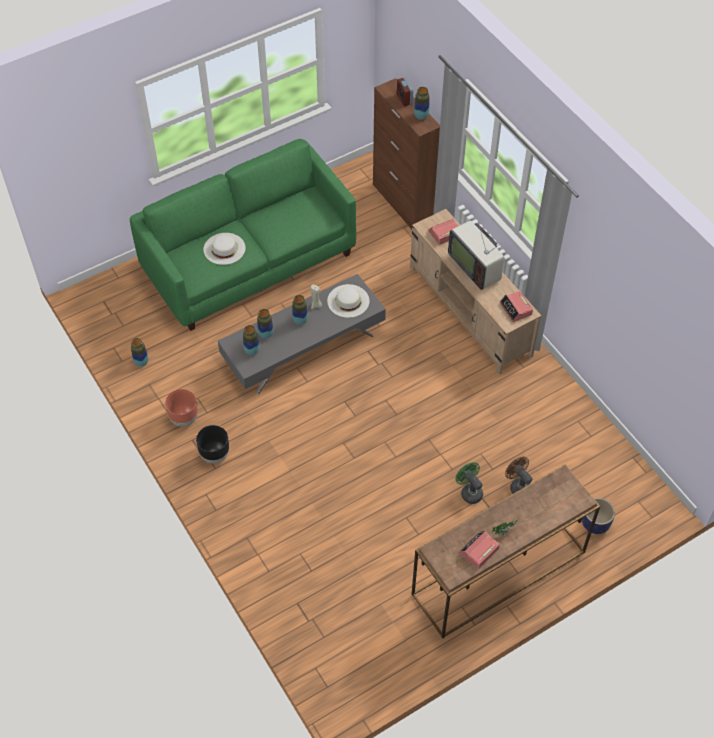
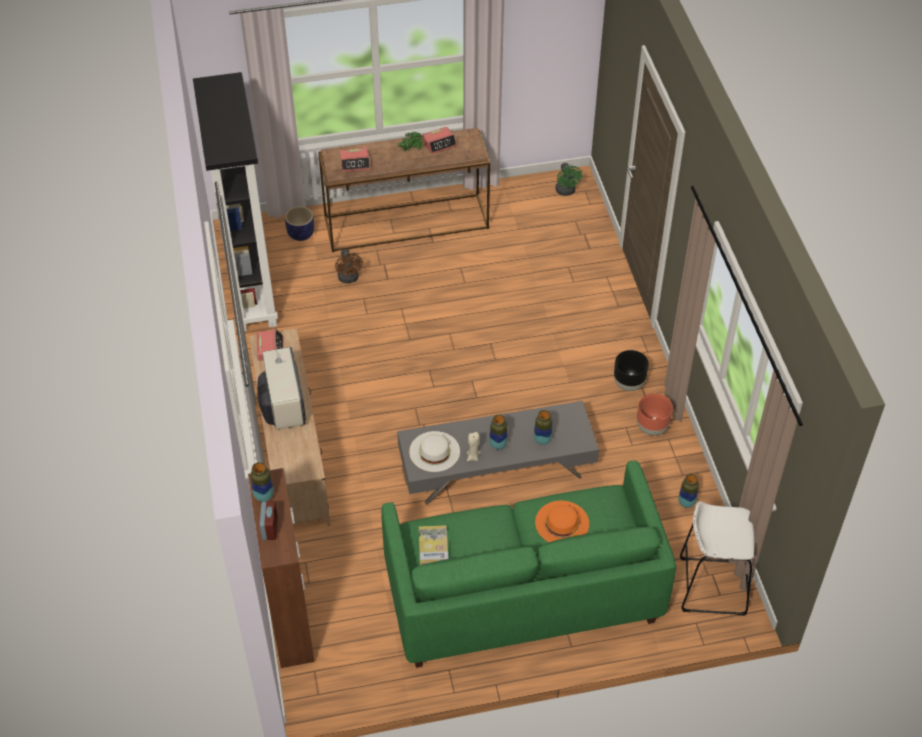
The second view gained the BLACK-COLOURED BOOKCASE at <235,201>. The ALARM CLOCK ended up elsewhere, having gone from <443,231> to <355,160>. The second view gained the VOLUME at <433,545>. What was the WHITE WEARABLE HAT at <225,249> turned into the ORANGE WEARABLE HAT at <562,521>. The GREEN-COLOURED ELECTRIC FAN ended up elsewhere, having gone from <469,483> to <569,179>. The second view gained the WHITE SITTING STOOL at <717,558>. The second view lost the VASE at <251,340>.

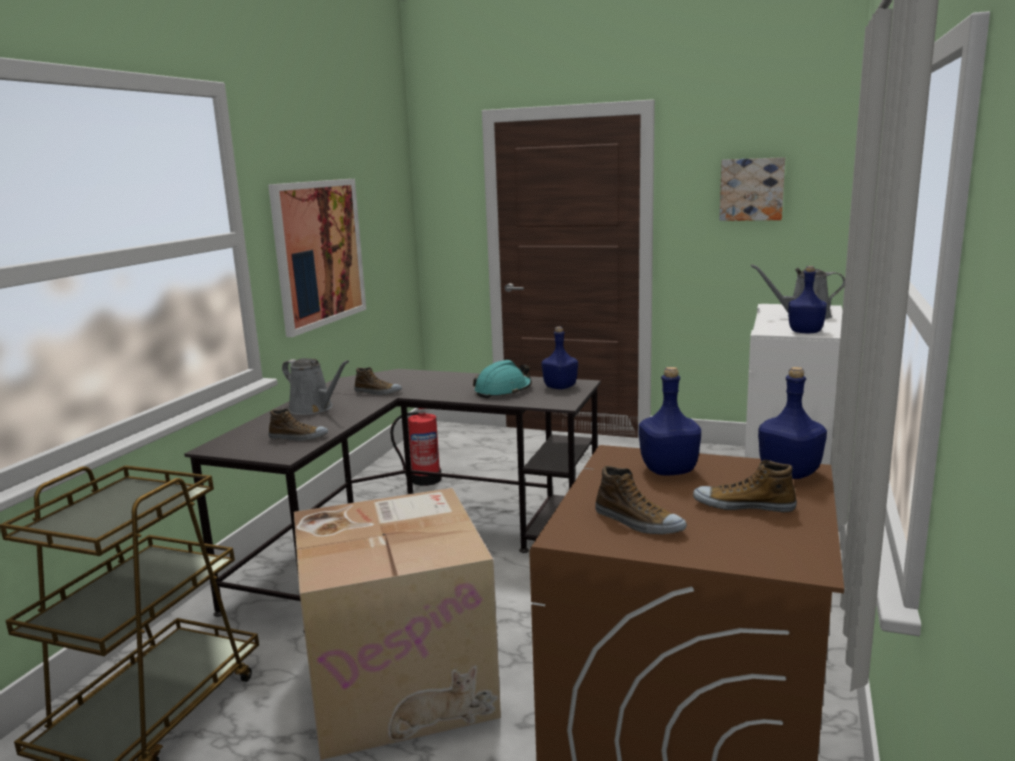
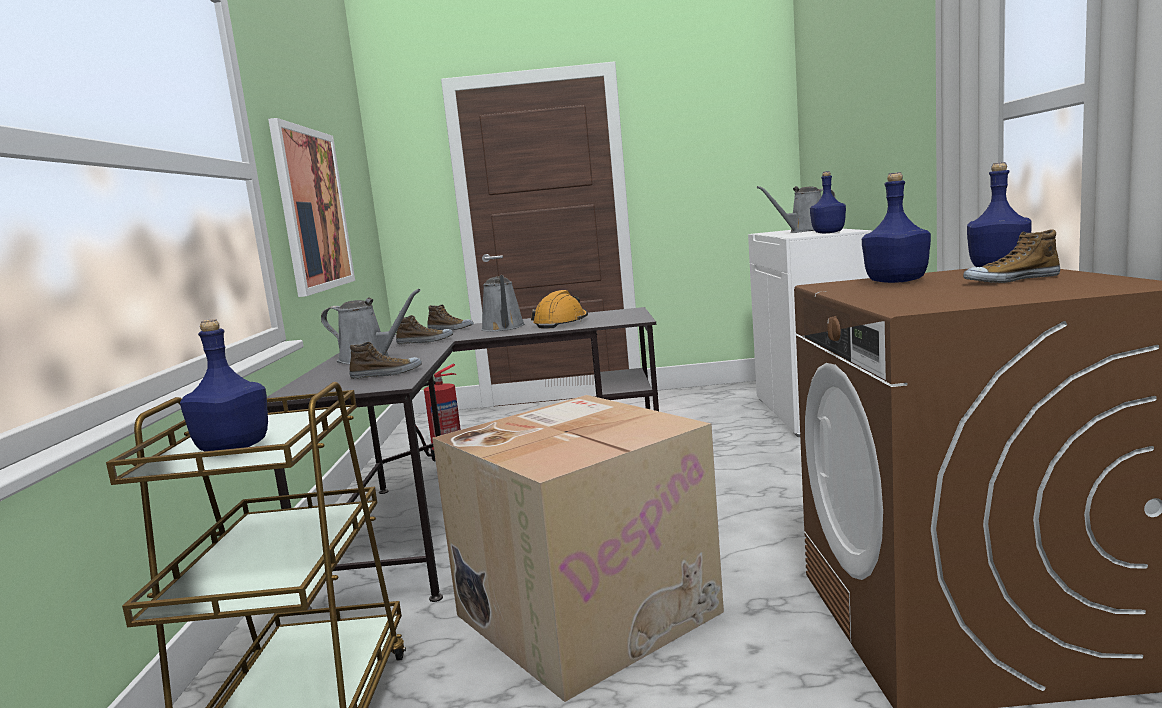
The BLUE-COLOURED DRINK BOTTLE ended up elsewhere, having gone from <559,357> to <224,385>. The SHOE ended up elsewhere, having gone from <641,500> to <450,317>. The second view gained the GREYISH WATERING CAN at <503,303>. What was the BLUE-GREEN HARD HAT at <502,379> turned into the ORANGE HARD HAT at <559,309>. The second view lost the PICTURE at <752,189>.

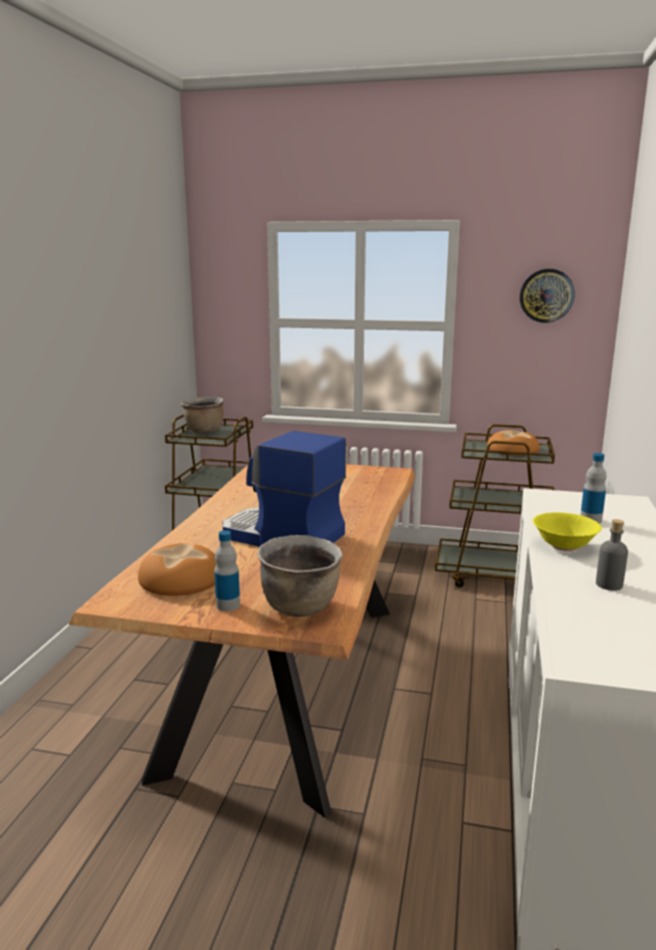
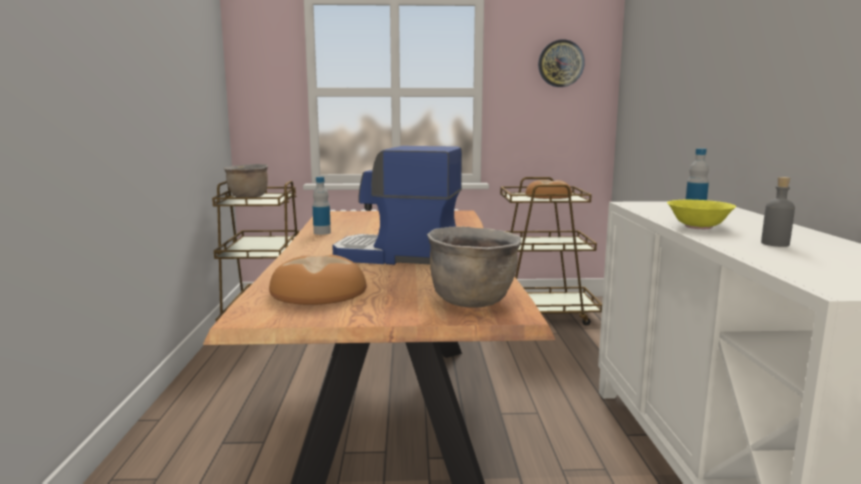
The DRINK BOTTLE ended up elsewhere, having gone from <227,570> to <322,206>.

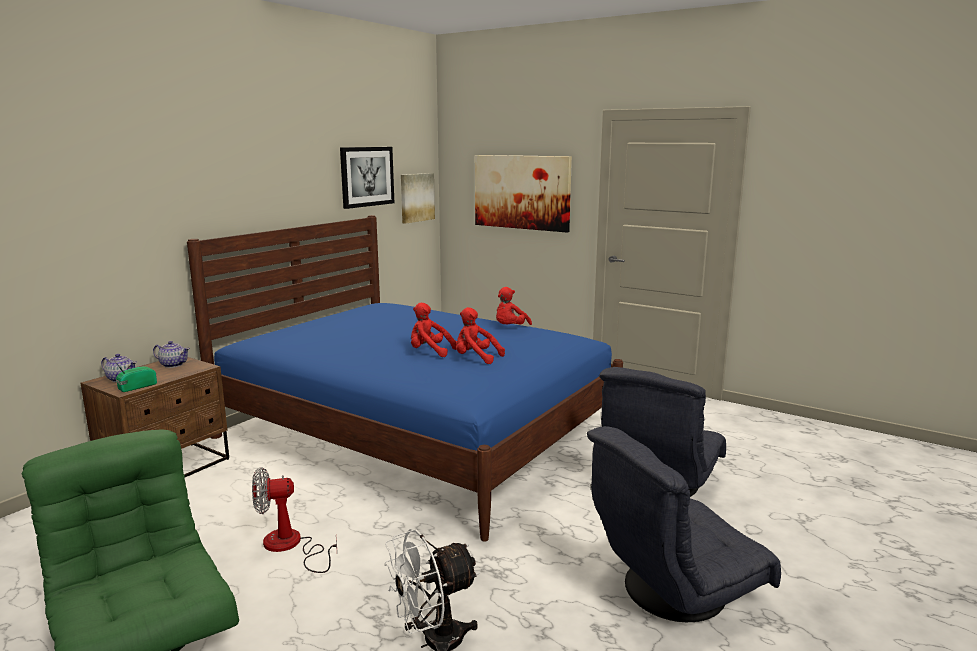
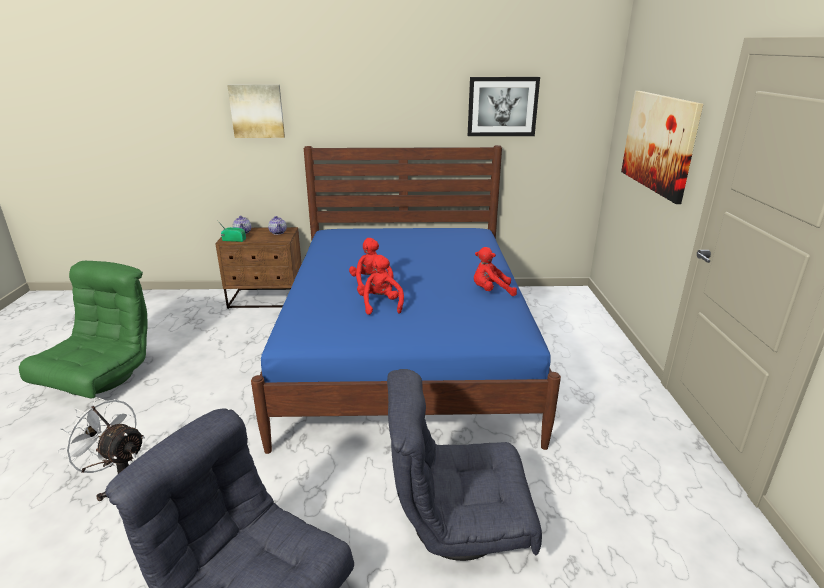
The PICTURE ended up elsewhere, having gone from <418,198> to <256,111>. The second view lost the ELECTRIC FAN at <294,520>.

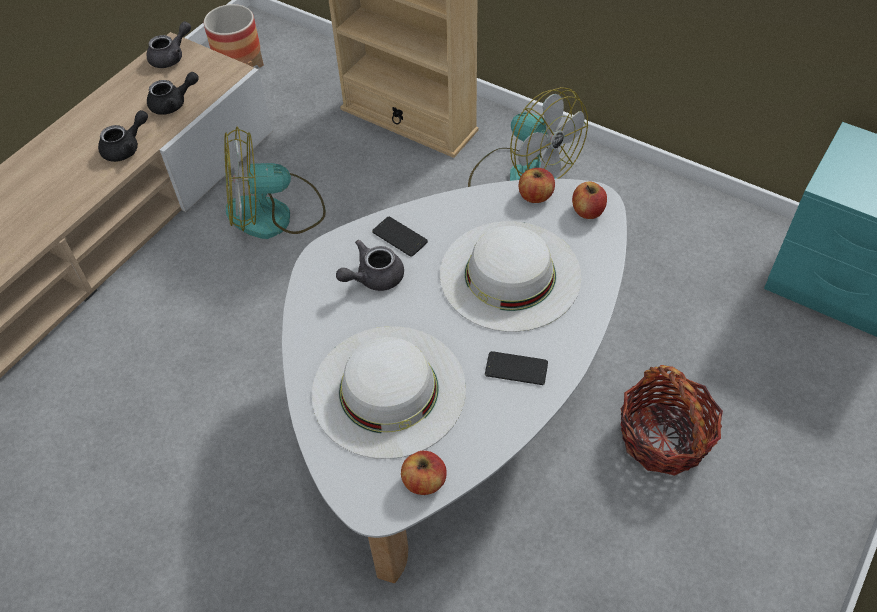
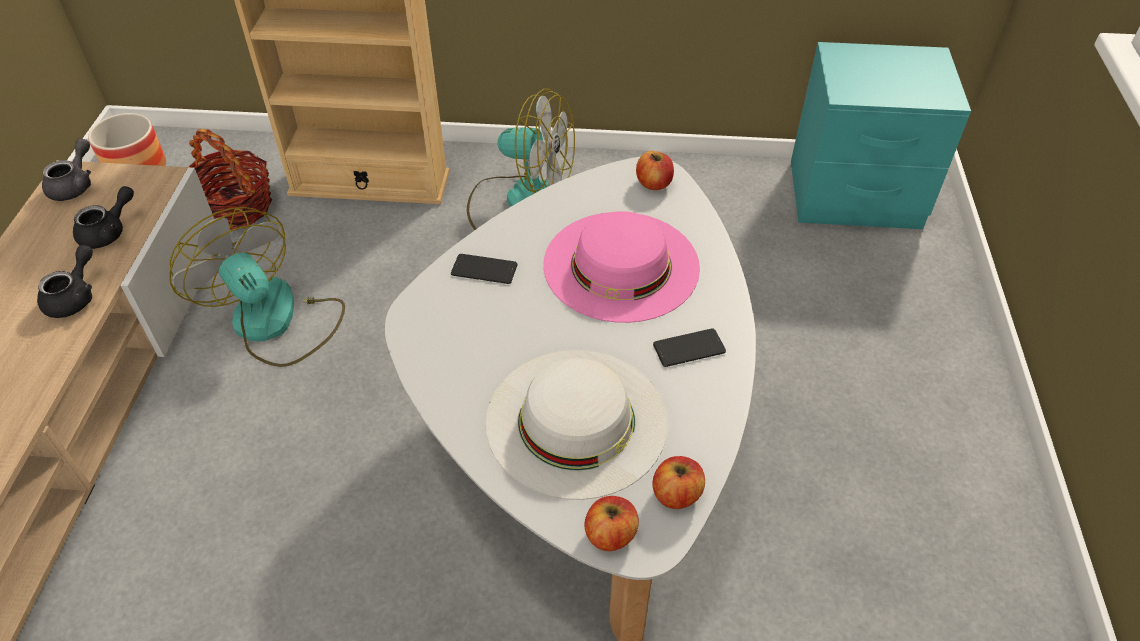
The ELECTRIC FAN at <275,182> ended up facing another way, 90 degrees clockwise from before. The STORAGE BASKET ended up elsewhere, having gone from <671,420> to <230,179>. What was the WHITE WEARABLE HAT at <510,276> turned into the PINKISH WEARABLE HAT at <621,267>. The WHOLE APPLE ended up elsewhere, having gone from <537,185> to <612,523>. The second view lost the GREYISH TEAPOT at <370,265>.

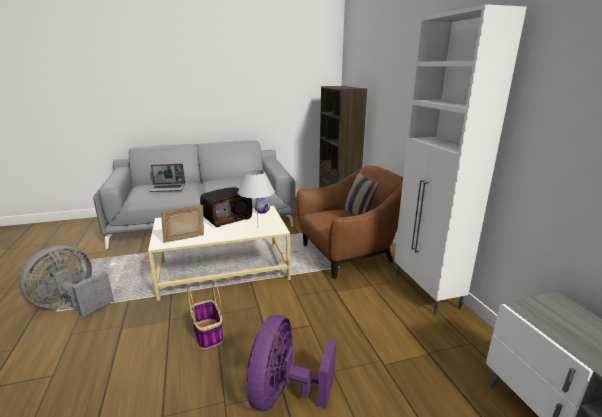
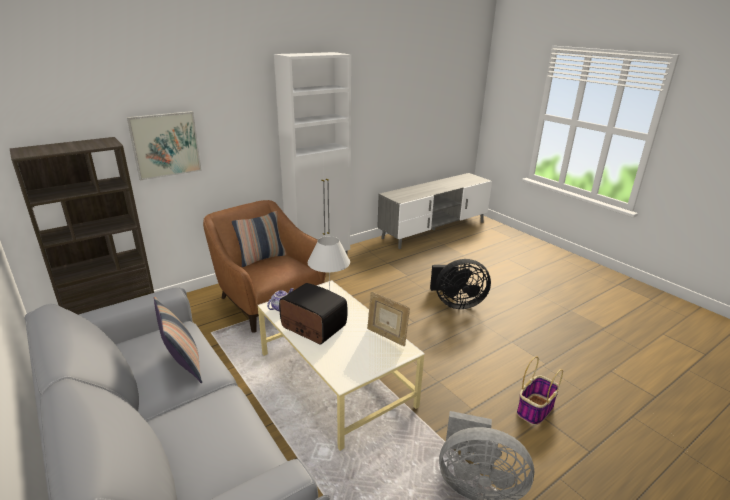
The second view gained the PICTURE at <164,146>. The second view gained the PILLOW at <178,340>. What was the PURPLE ELECTRIC FAN at <291,363> turned into the BLACK-COLOURED ELECTRIC FAN at <460,284>. The STORAGE BASKET ended up elsewhere, having gone from <205,315> to <540,390>. The second view lost the NOTEBOOK COMPUTER at <166,178>.

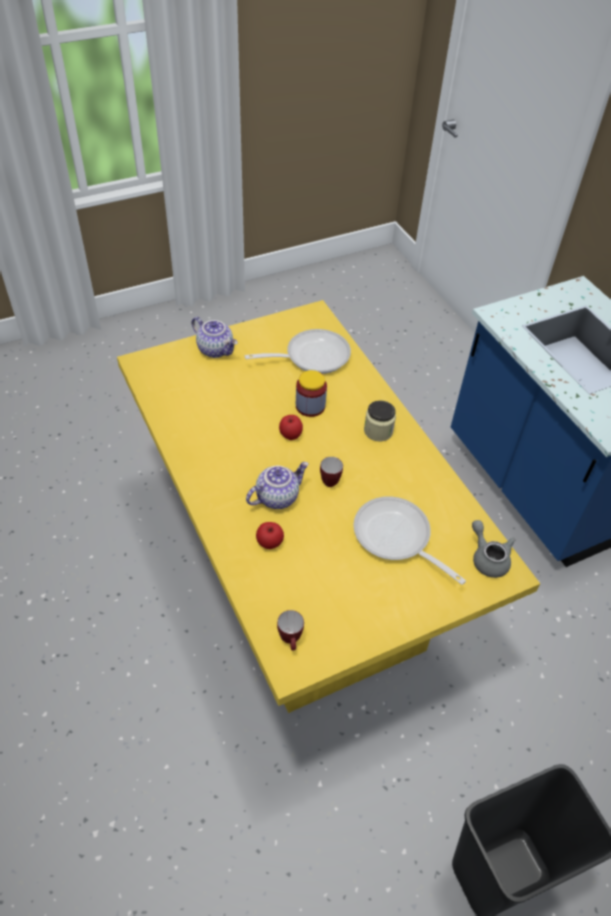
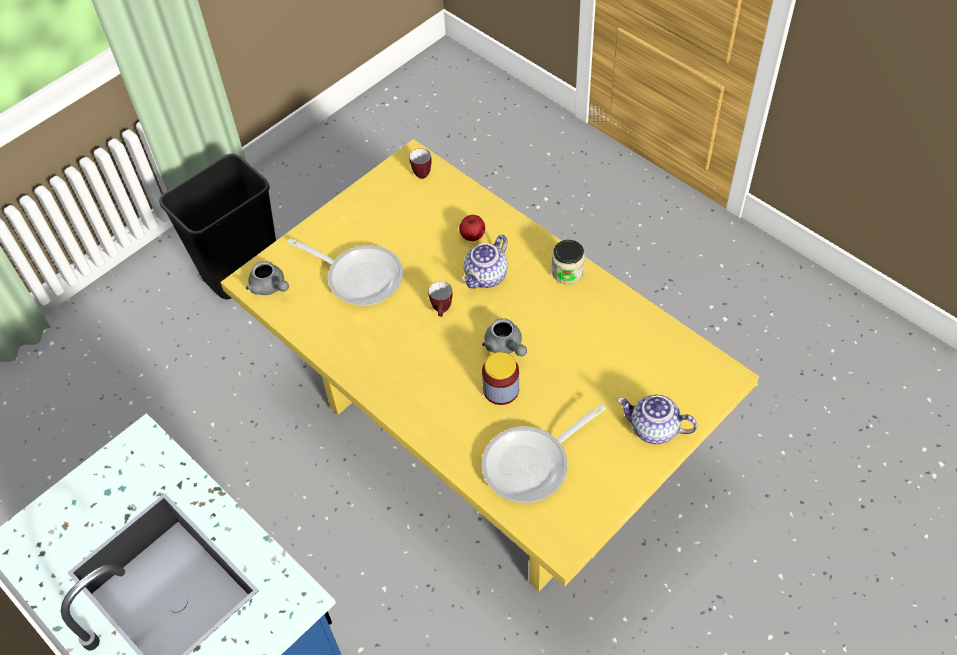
Where the WHOLE APPLE stood at <291,427>, the GREYISH TEAPOT came to stand at <504,337>. The PRESERVE JAR ended up elsewhere, having gone from <380,421> to <568,262>.

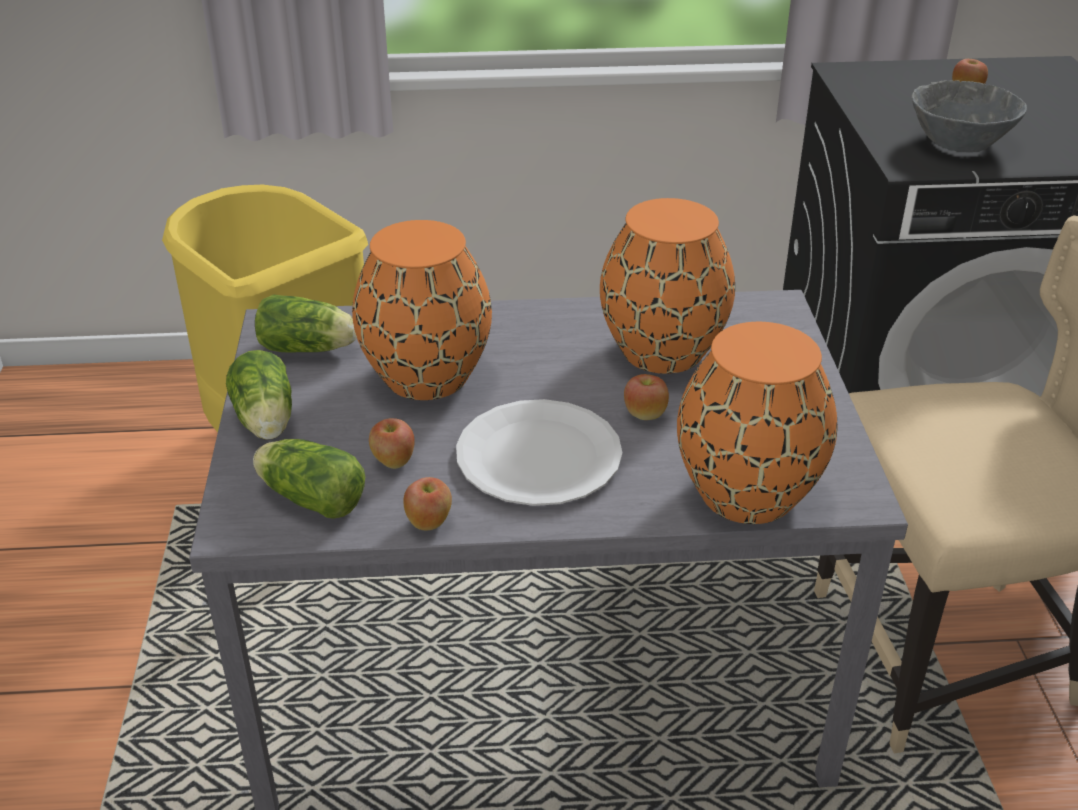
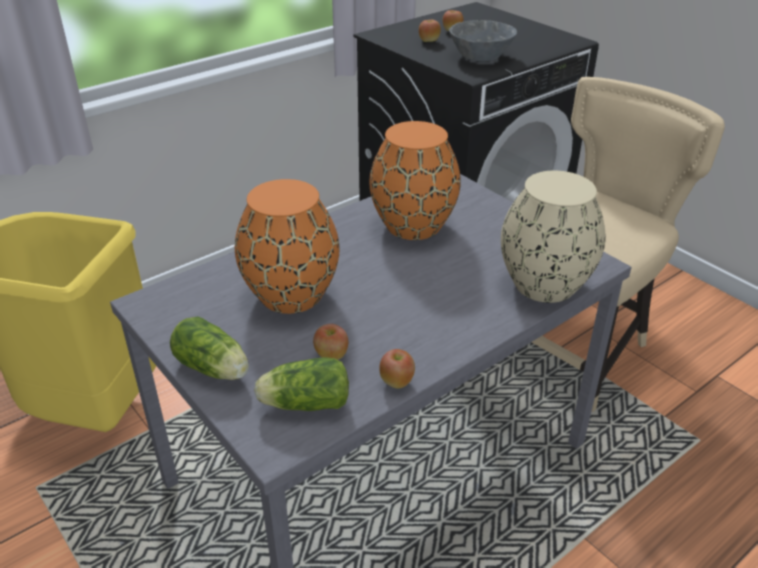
The WHOLE APPLE ended up elsewhere, having gone from <646,397> to <430,31>. What was the ORANGE VASE at <757,423> turned into the SAND-COLOURED VASE at <553,237>. The second view lost the LETTUCE HEAD at <306,324>. The second view lost the WHITE FLAT DISH at <539,452>.

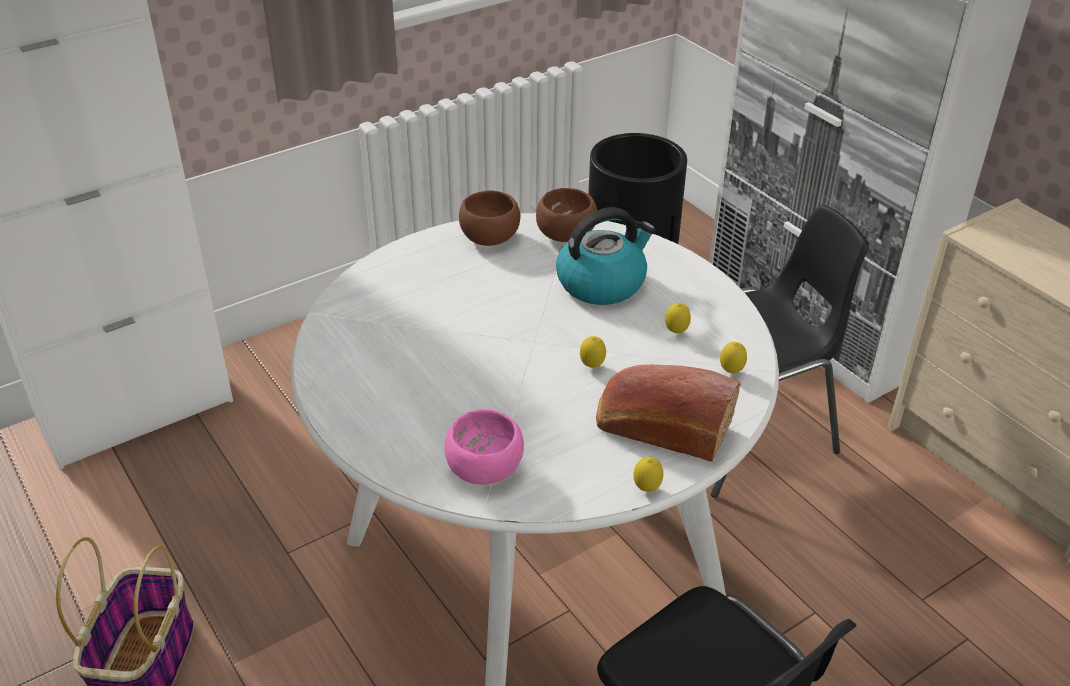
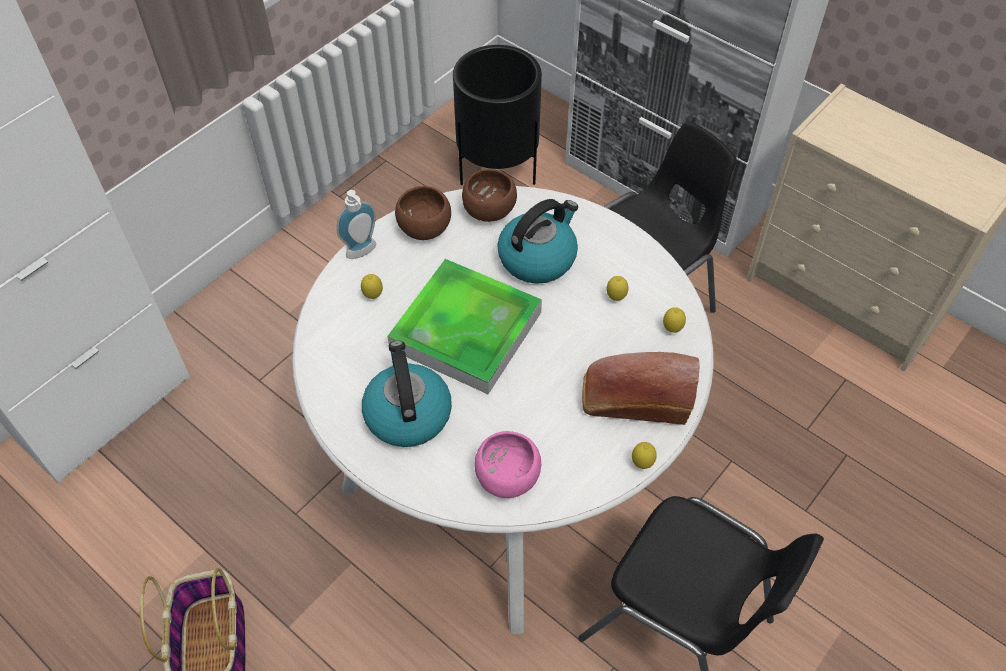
The second view gained the SOAP BOTTLE at <356,224>. The LEMON ended up elsewhere, having gone from <593,352> to <372,286>. The second view gained the KETTLE at <407,394>. The second view gained the TRAY at <464,326>.

